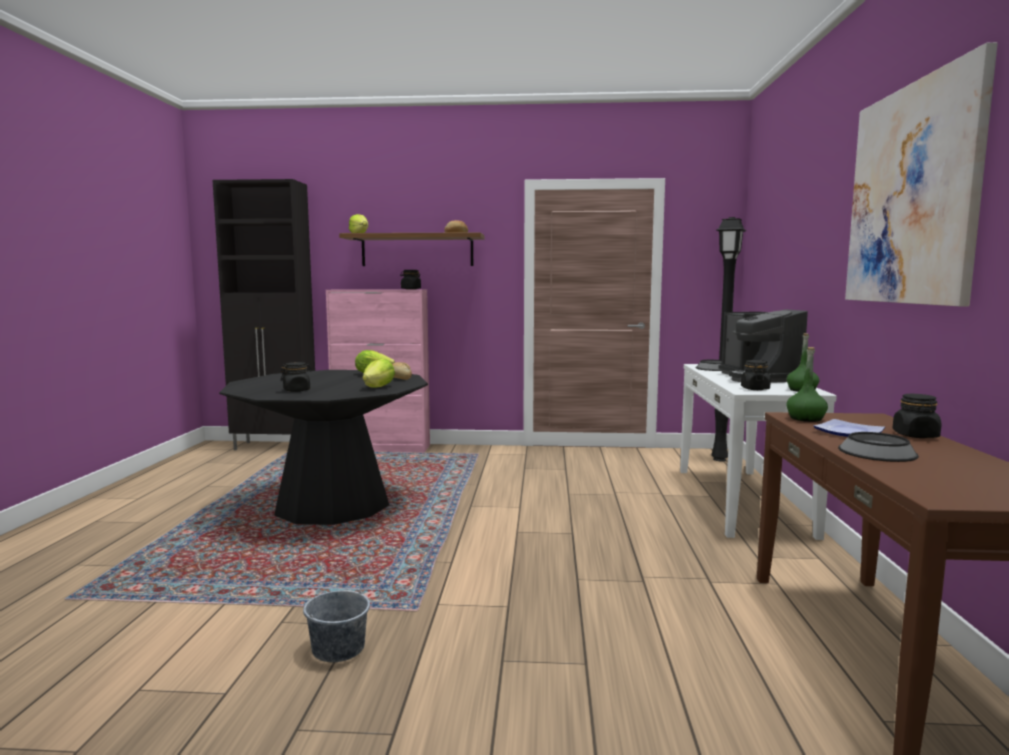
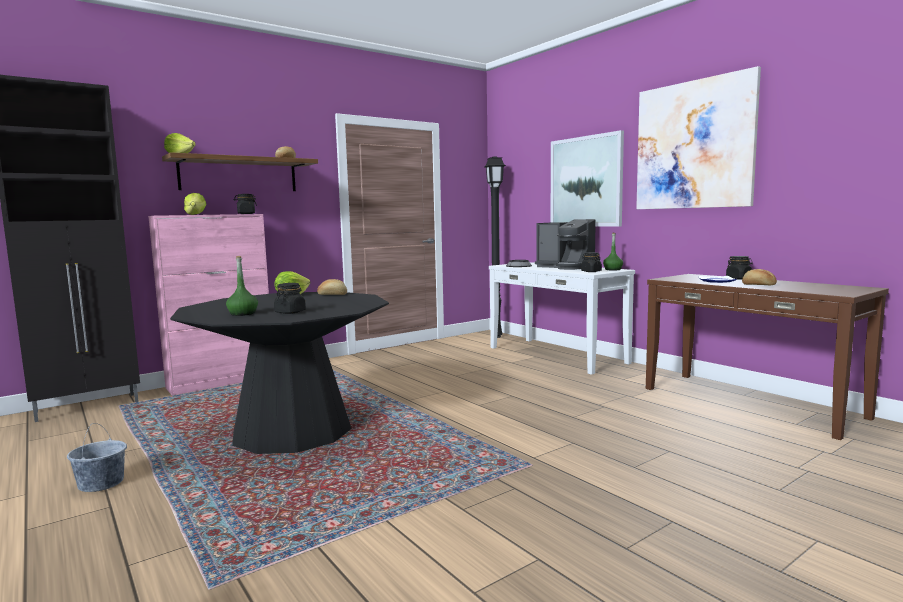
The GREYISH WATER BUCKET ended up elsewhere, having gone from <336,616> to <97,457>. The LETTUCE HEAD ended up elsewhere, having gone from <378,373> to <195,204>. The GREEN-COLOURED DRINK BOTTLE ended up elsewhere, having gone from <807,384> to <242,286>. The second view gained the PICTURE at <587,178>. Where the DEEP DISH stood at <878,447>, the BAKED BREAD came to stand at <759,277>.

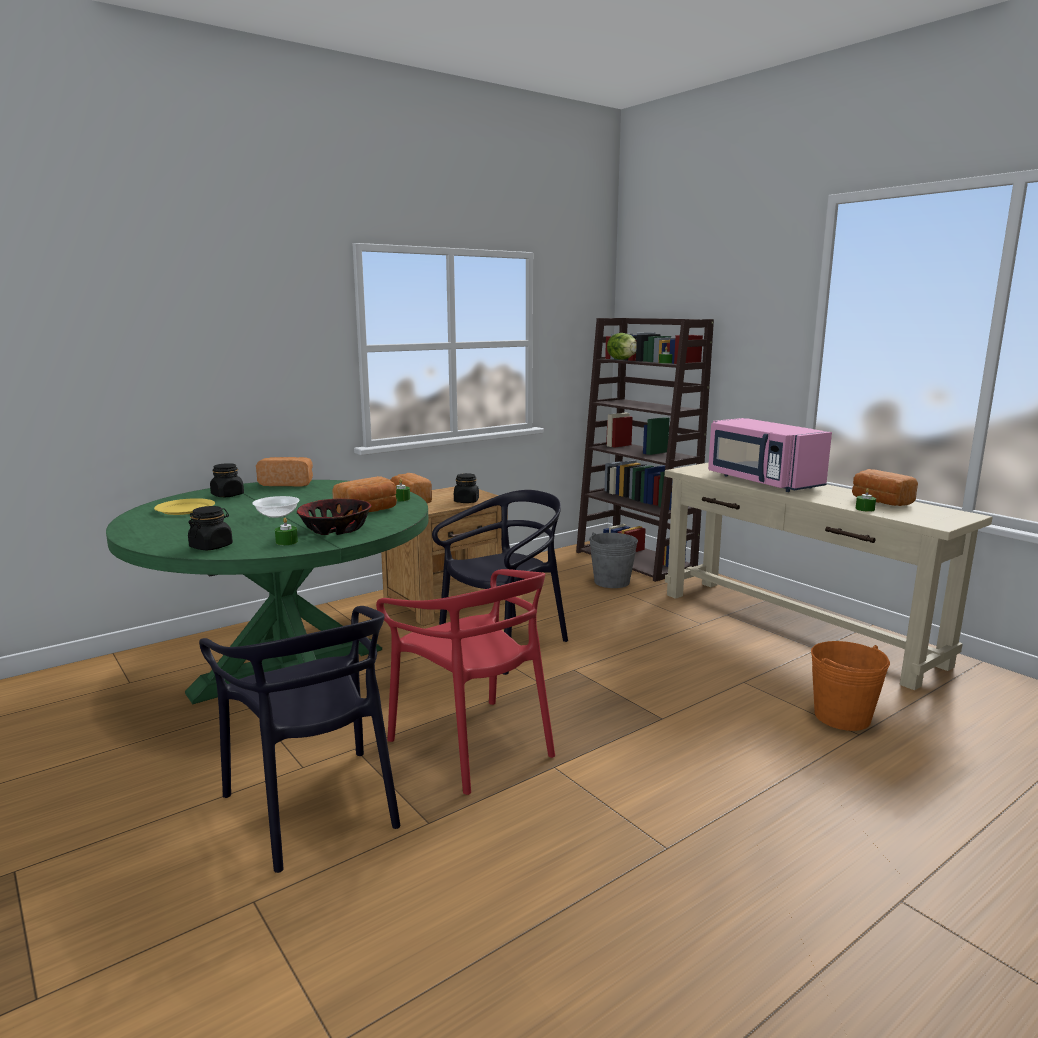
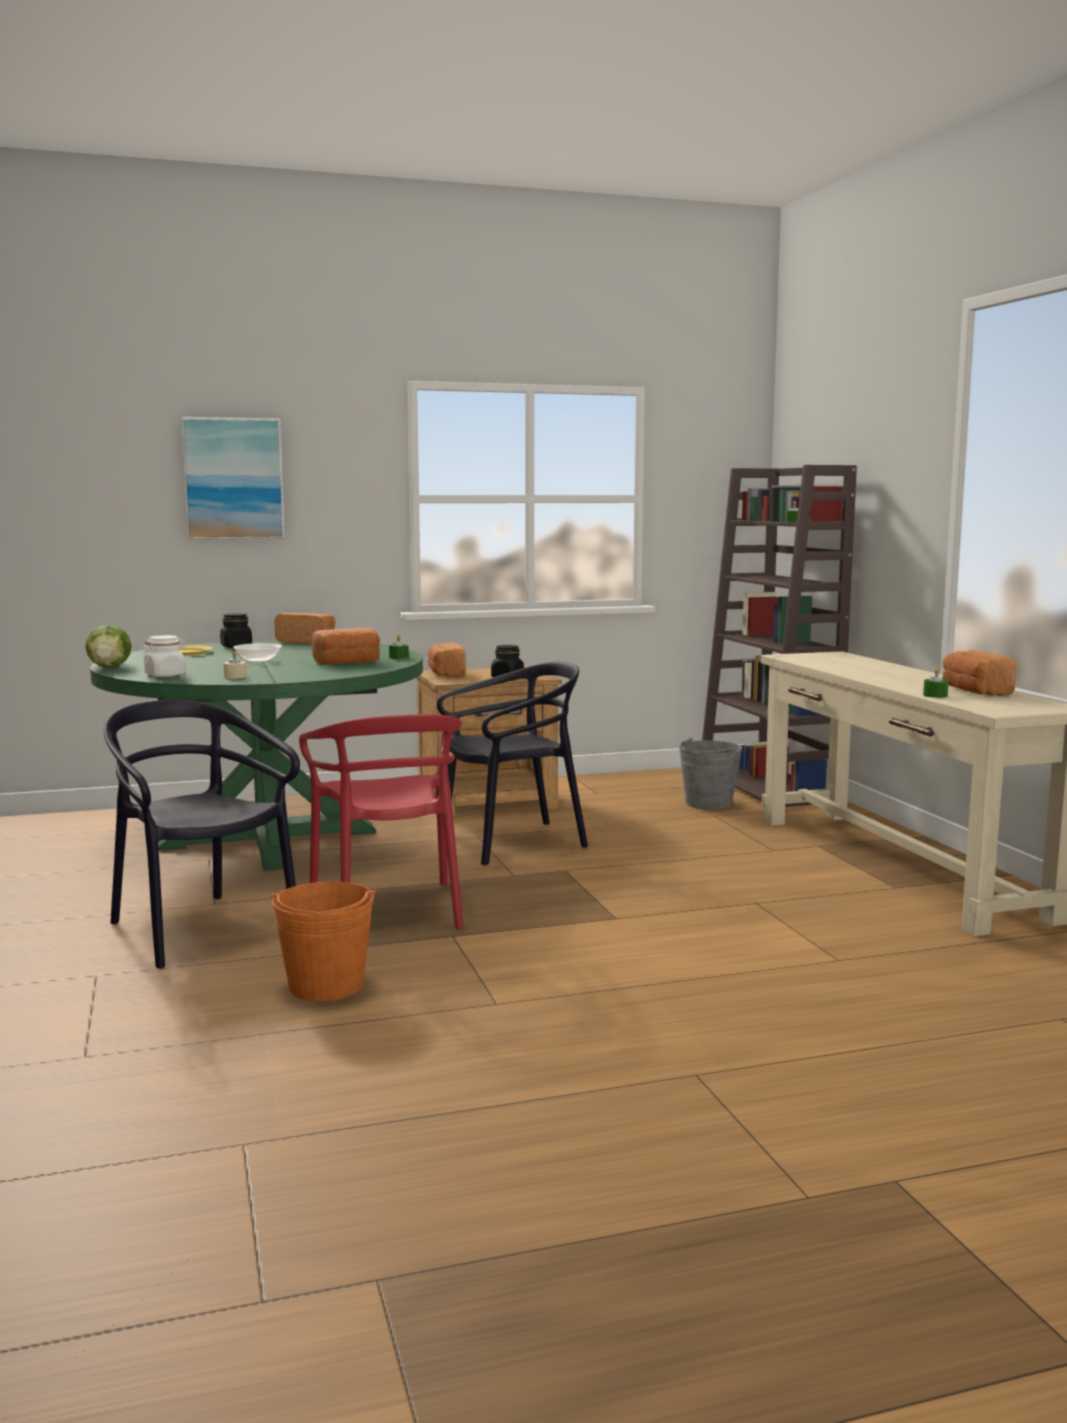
The LETTUCE HEAD ended up elsewhere, having gone from <622,346> to <108,645>. The BLACK-COLOURED PLAIN CHAIR at <299,739> ended up facing another way, 150 degrees clockwise from before. What was the BLACK-COLOURED PRESERVE JAR at <210,528> turned into the WHITE PRESERVE JAR at <164,656>. The second view gained the PICTURE at <233,478>. What was the GREEN-COLOURED WAX CANDLE at <286,531> turned into the SAND-COLOURED WAX CANDLE at <235,665>. The ORANGE WATER BUCKET ended up elsewhere, having gone from <850,686> to <323,941>. The second view lost the DEEP DISH at <334,517>. The second view lost the PINKISH MICROWAVE at <770,455>.

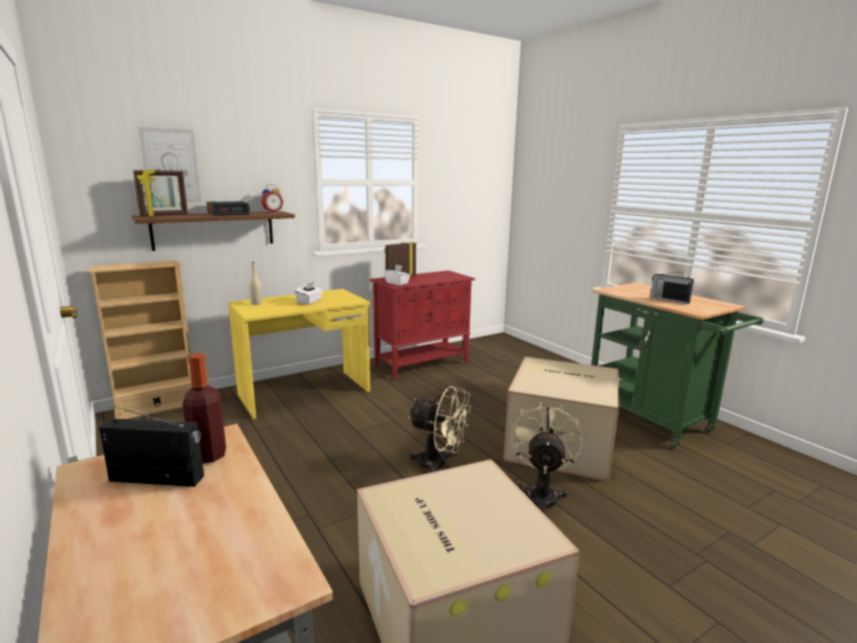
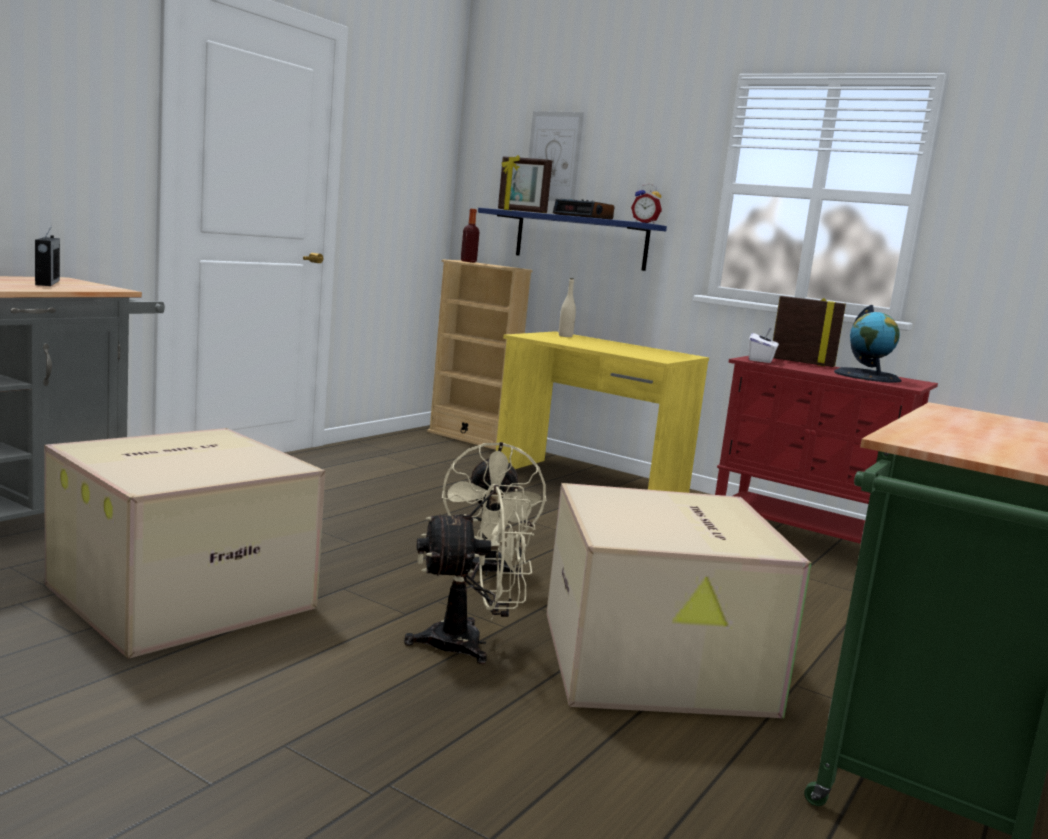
The DRINK BOTTLE ended up elsewhere, having gone from <204,408> to <470,235>. What was the BROWN-COLOURED SHELF at <213,231> turned into the BLUE-COLOURED SHELF at <572,239>. The second view gained the DESK GLOBE at <867,344>. The second view lost the WHITE TISSUE BOX at <309,293>. The second view lost the RADIO at <672,288>.

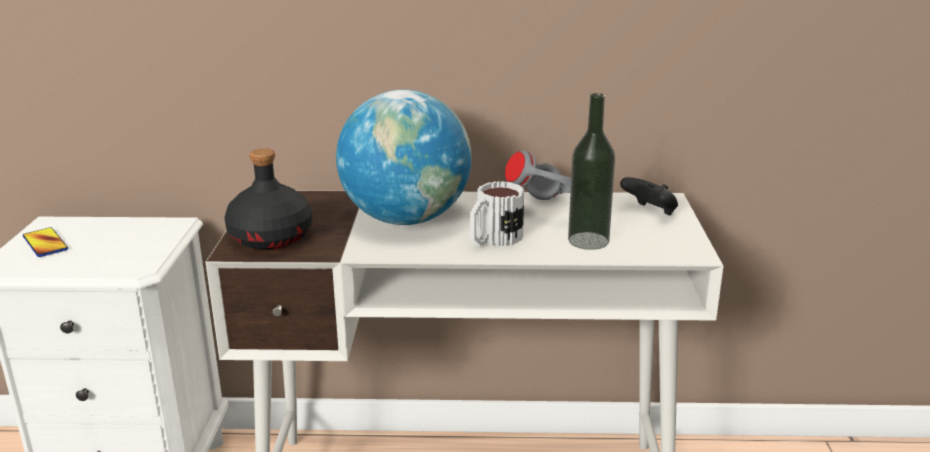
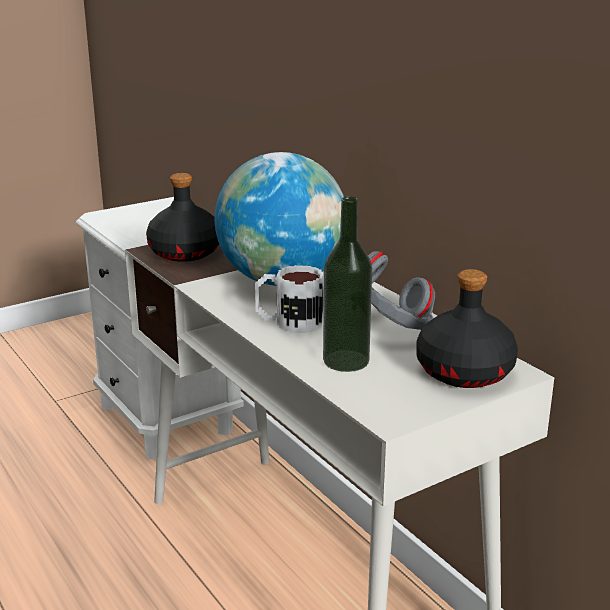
Where the BLACK-COLOURED GAME CONTROLLER stood at <649,196>, the BLACK-COLOURED DRINK BOTTLE came to stand at <467,328>. The second view lost the TELEPHONE at <45,242>.

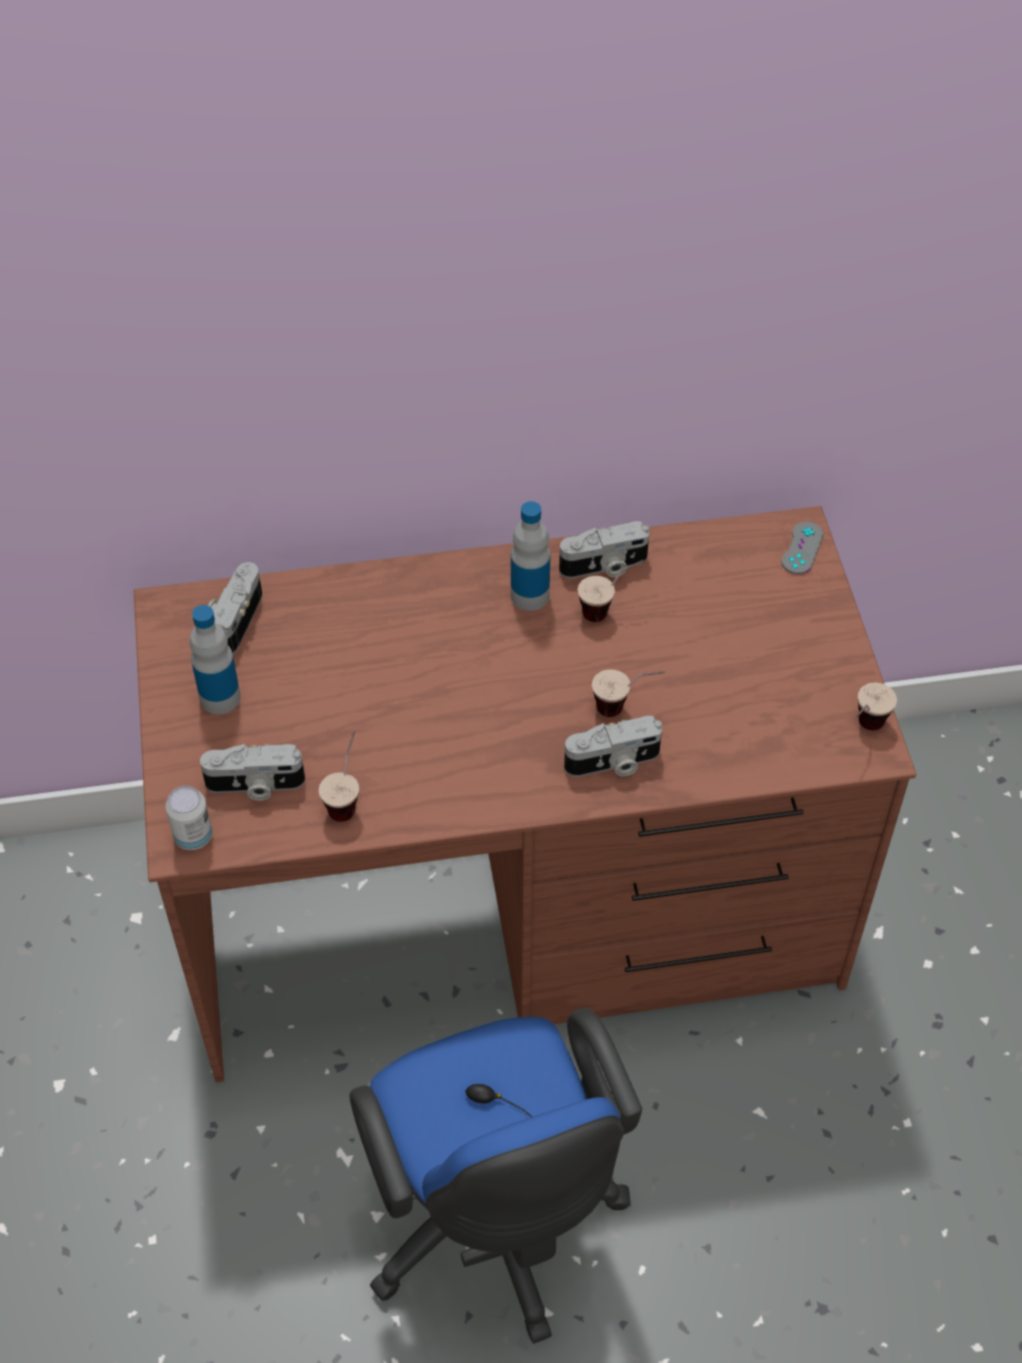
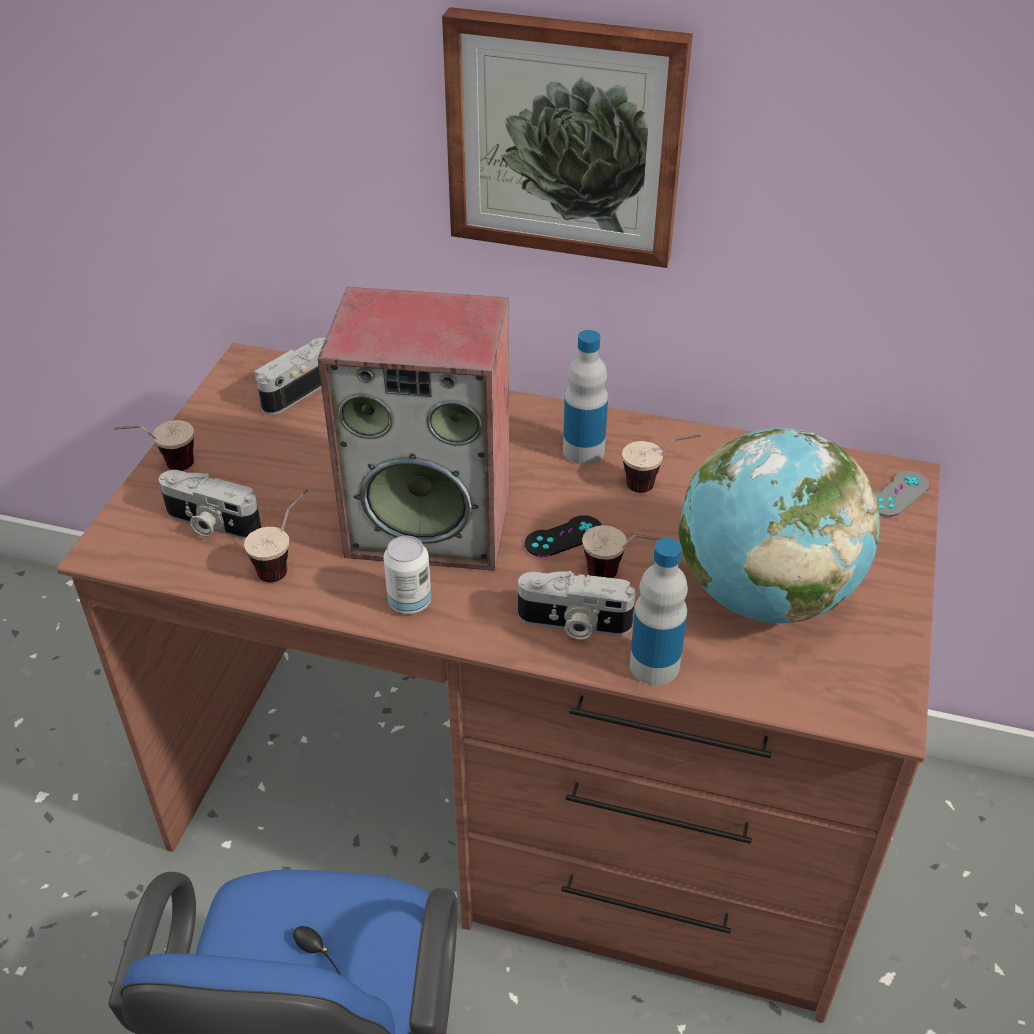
The SMALL CUP ended up elsewhere, having gone from <876,706> to <154,445>. The second view gained the AUDIO SPEAKER at <413,429>. The SEALED CAN ended up elsewhere, having gone from <189,818> to <407,575>. The second view gained the PICTURE at <567,137>. The second view gained the BLACK-COLOURED GAME CONTROLLER at <563,536>. The DRINK BOTTLE ended up elsewhere, having gone from <215,659> to <659,611>. The second view gained the DESK GLOBE at <779,525>. The second view lost the PHOTO CAMERA at <604,549>.

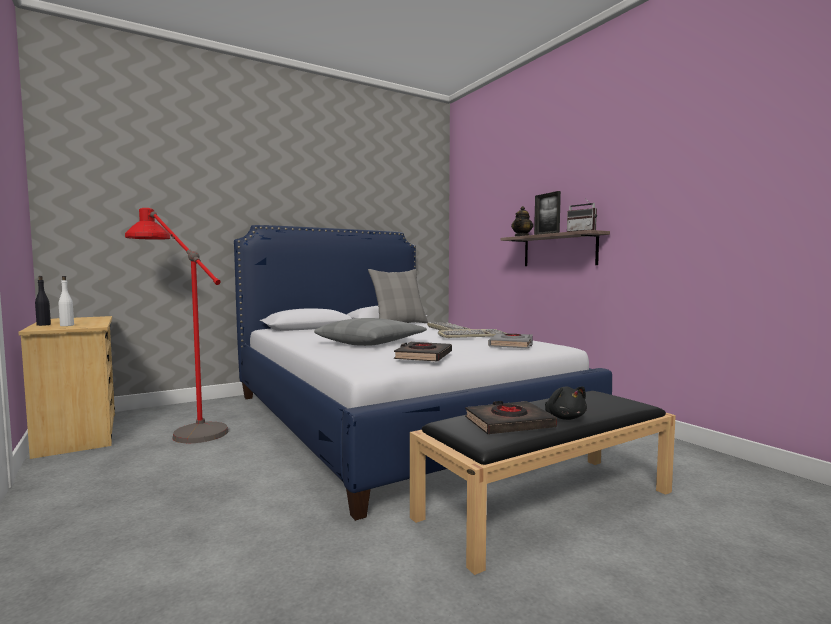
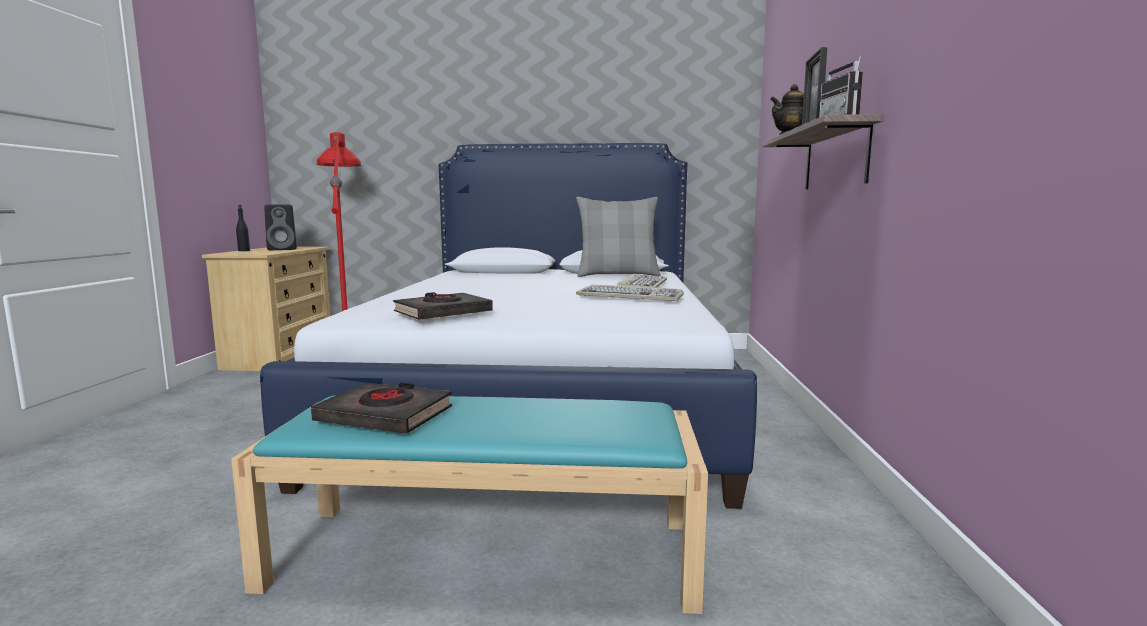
What was the BLACK-COLOURED BENCH at <543,483> turned into the BLUE-GREEN BENCH at <469,504>. The second view gained the BLACK-COLOURED AUDIO SPEAKER at <280,227>. The second view lost the WHITE DRINK BOTTLE at <66,301>. The second view lost the GREYISH PILLOW at <370,332>. The second view lost the GREYISH VOLUME at <510,341>. The second view lost the BLACK-COLOURED SOFT TOY at <566,403>.

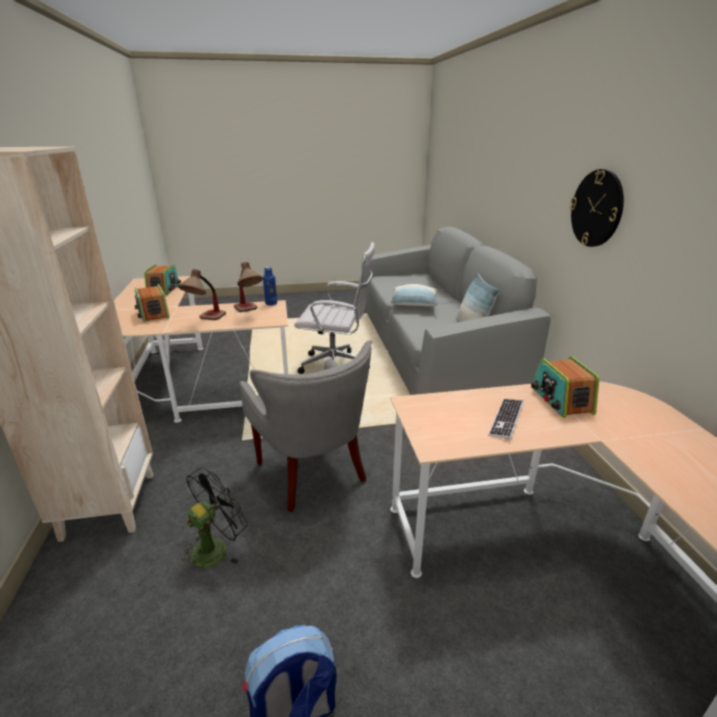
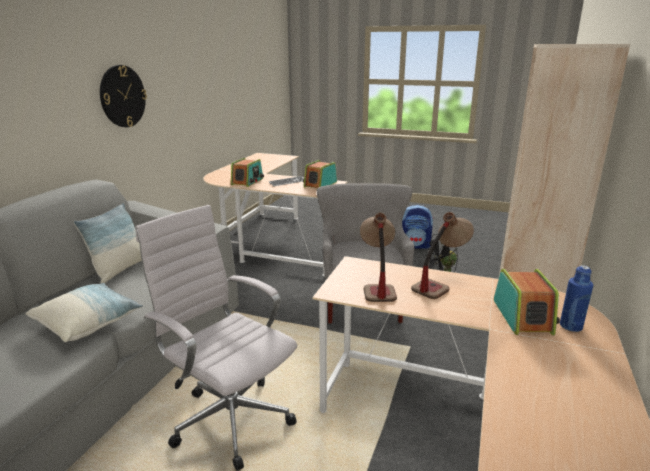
The RADIO ended up elsewhere, having gone from <162,279> to <320,174>. The BLUE-COLOURED DRINK BOTTLE ended up elsewhere, having gone from <270,286> to <576,298>.

